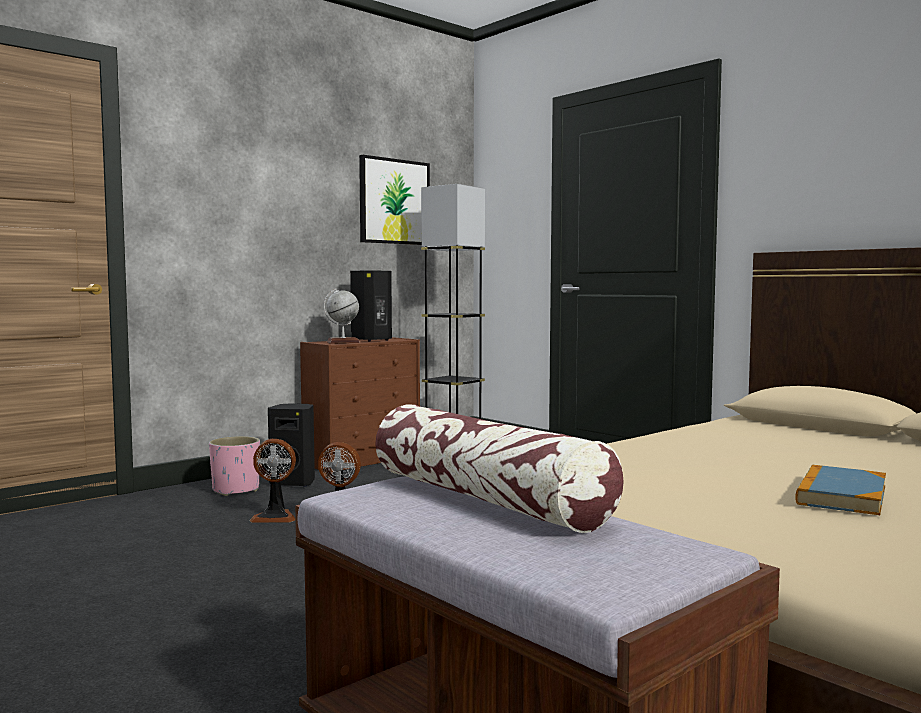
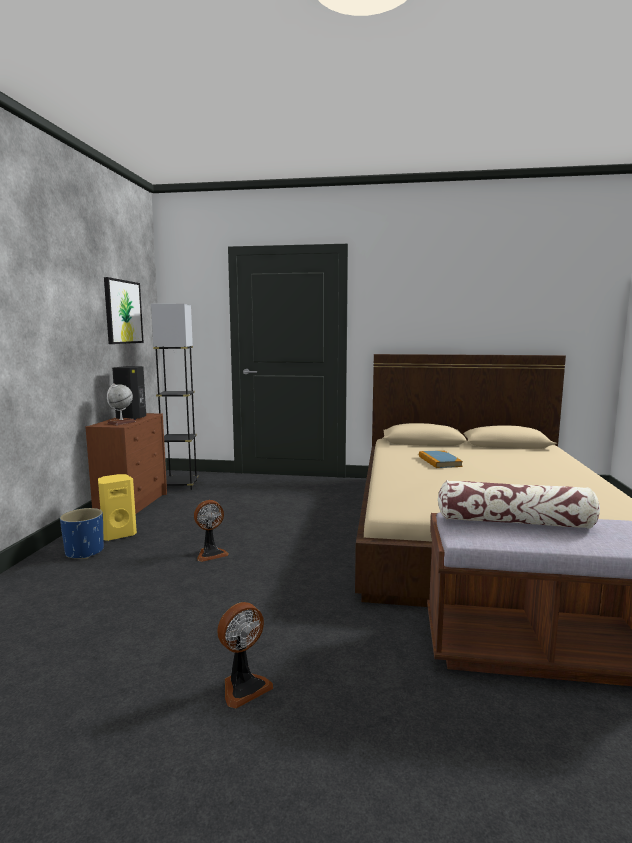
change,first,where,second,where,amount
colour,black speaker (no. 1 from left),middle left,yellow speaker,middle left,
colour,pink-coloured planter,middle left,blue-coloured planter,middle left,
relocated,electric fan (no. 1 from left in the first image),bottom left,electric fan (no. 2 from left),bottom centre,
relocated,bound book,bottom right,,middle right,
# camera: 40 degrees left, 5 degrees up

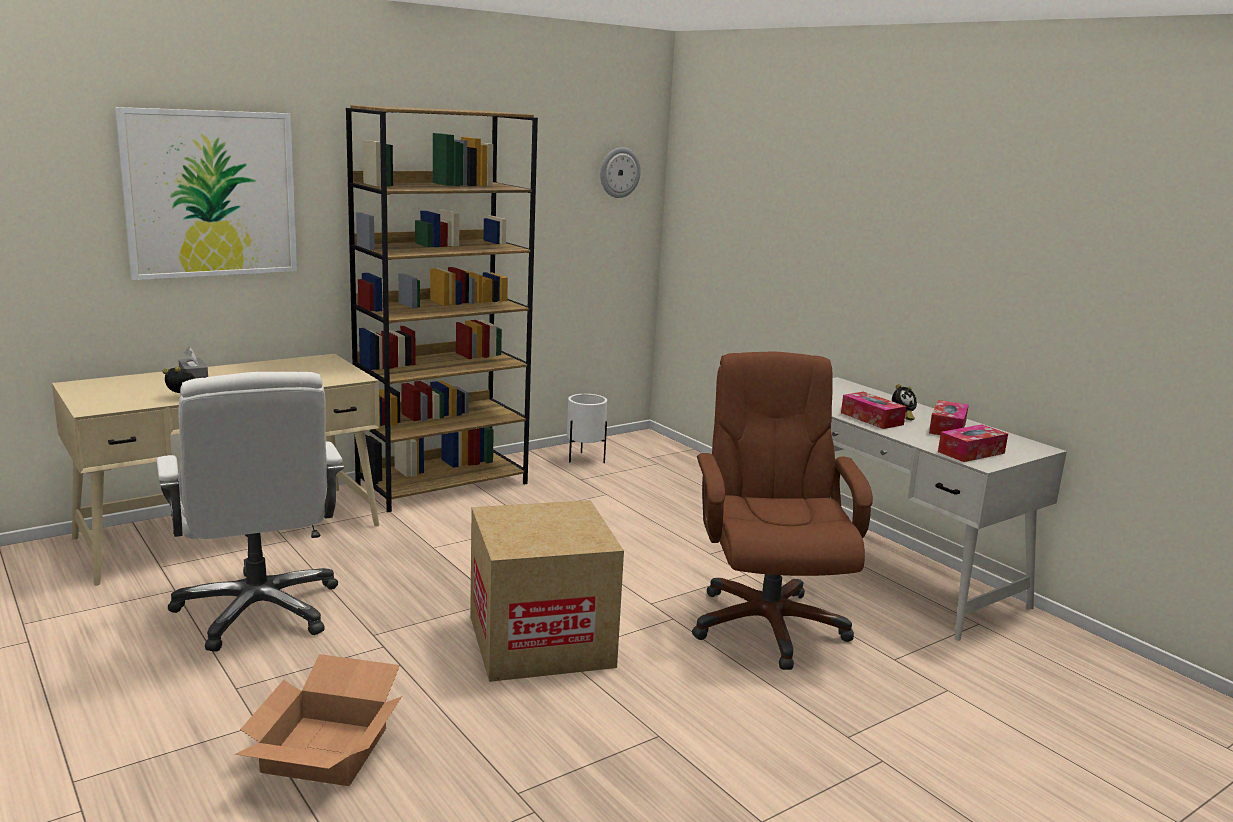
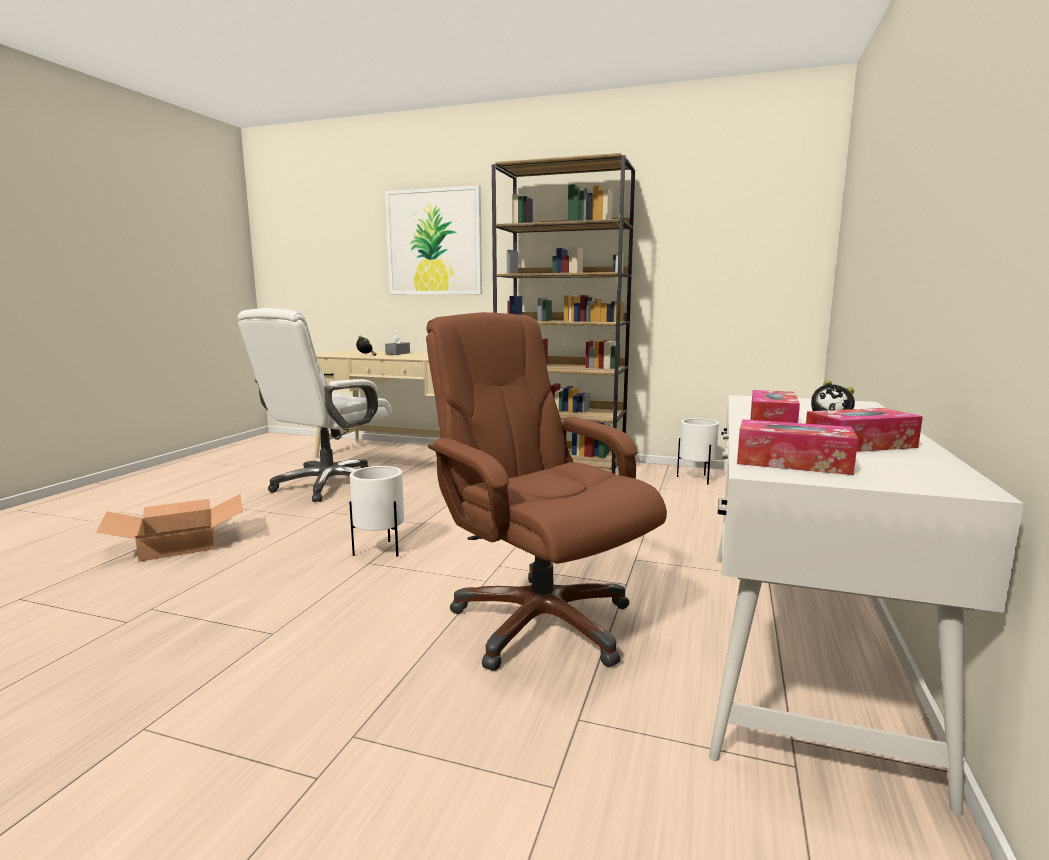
change,first,where,second,where,amount
missing,clock on the wall,top centre,,,
spun,brown-coloured computer chair,centre,,centre,90 degrees counterclockwise
exchanged,packing box (no. 2 from left),bottom centre,whitish planter (no. 1 from left),centre,
# camera: 55 degrees right, 5 degrees down

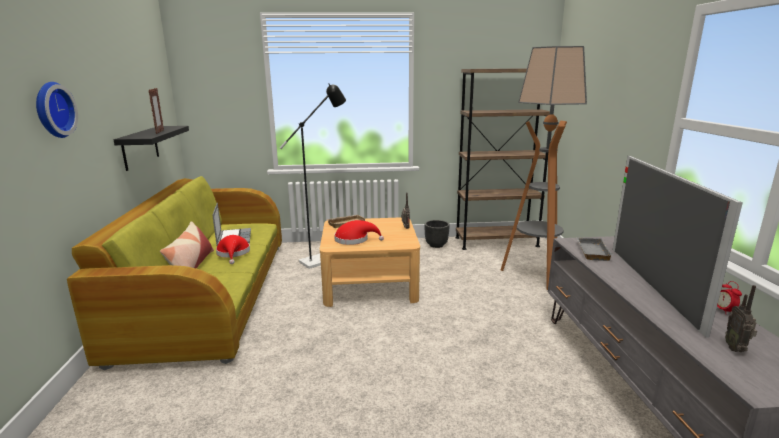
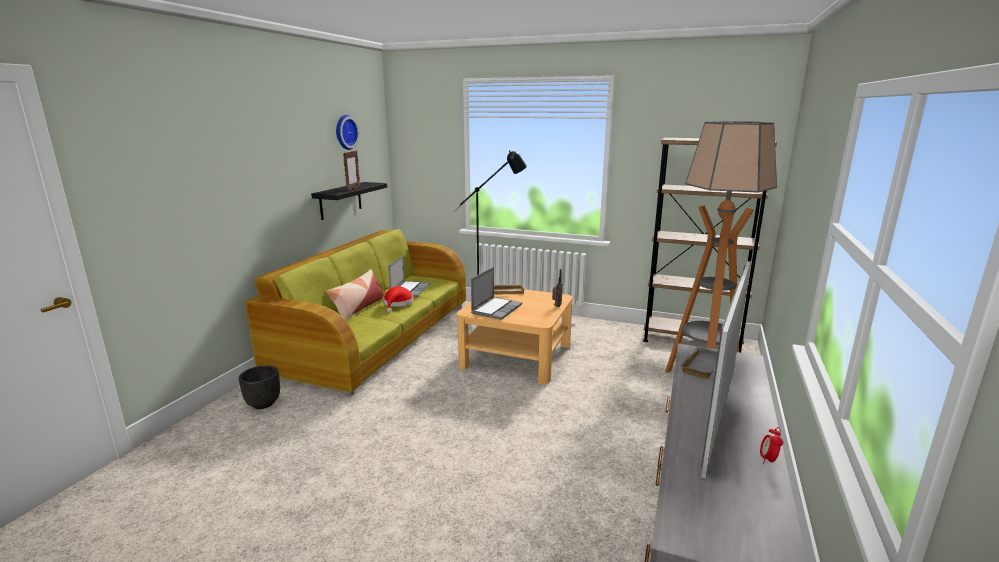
change,first,where,second,where,amount
relocated,clock on the wall,top left,,top centre,
exchanged,reddish hat (no. 2 from left),centre,laptop (no. 2 from left),centre,
relocated,black planter,centre,,bottom left,
missing,radio (no. 2 from left),bottom right,,,
# camera: 25 degrees right, 0 degrees up

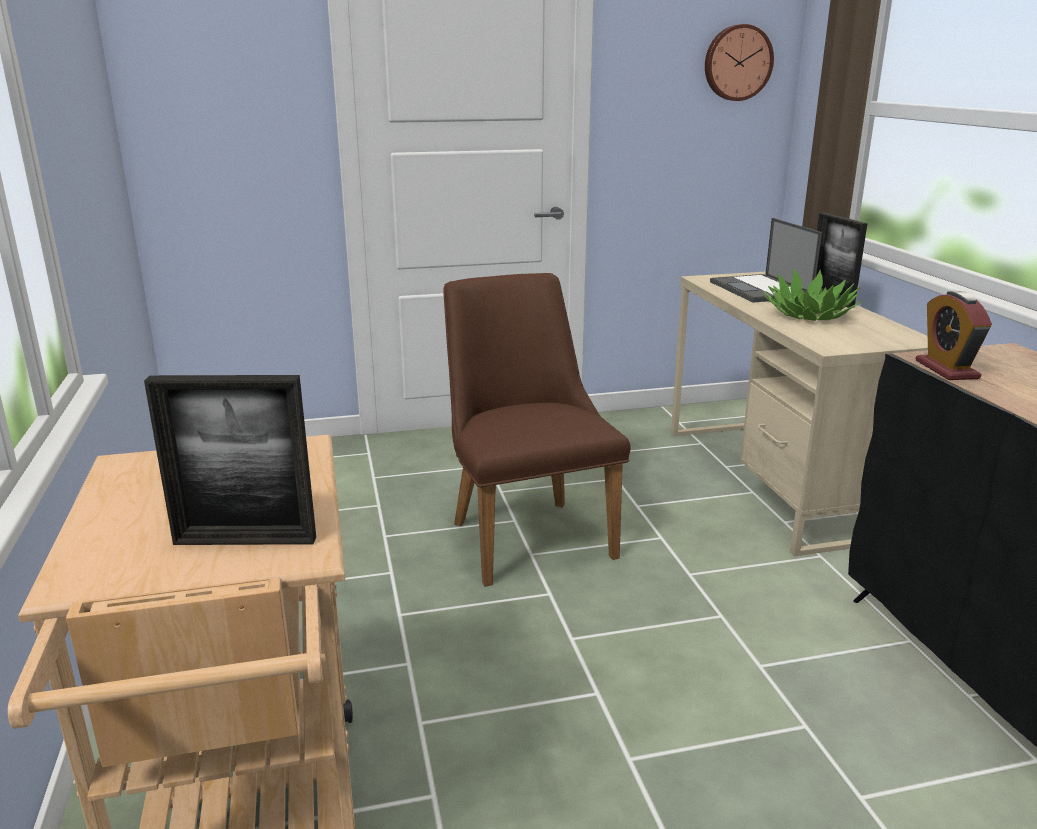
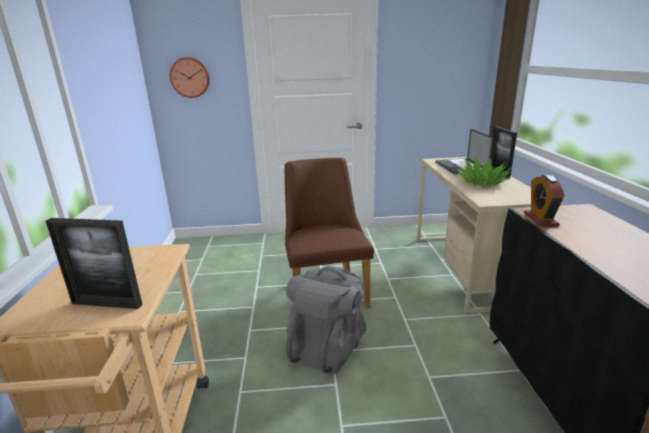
change,first,where,second,where,amount
relocated,clock on the wall,top right,,top left,
appeared,,,gray rucksack,bottom centre,
# camera: 10 degrees right, 0 degrees up

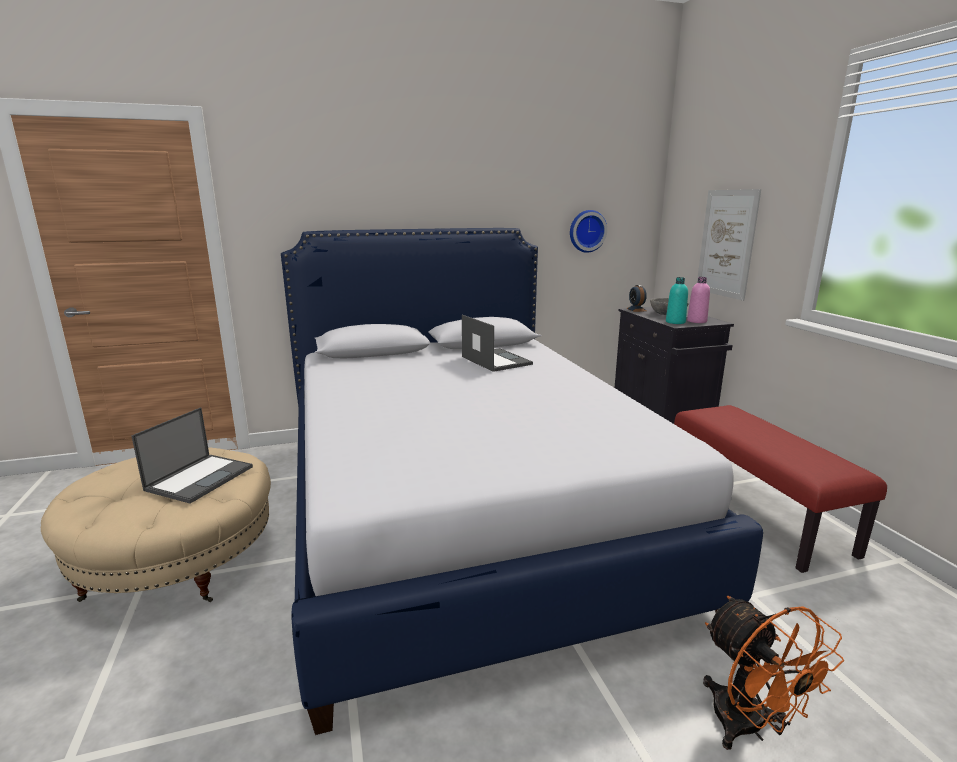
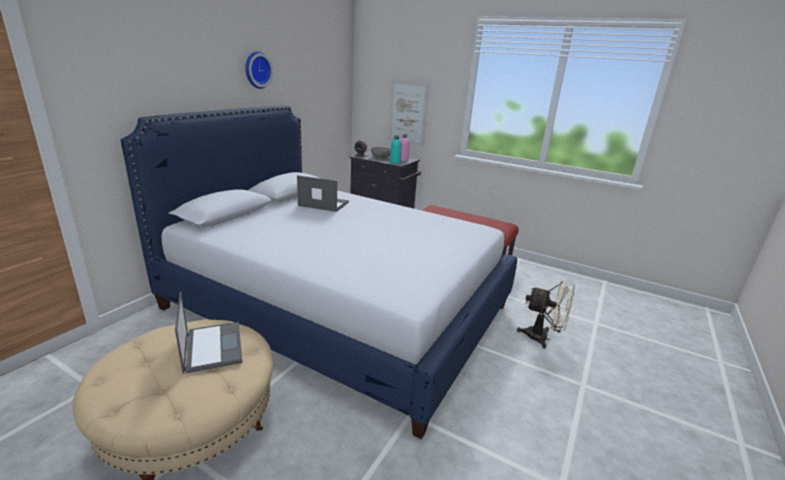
change,first,where,second,where,amount
relocated,clock on the wall,top centre,,top left,
colour,orange-coloured electric fan,bottom right,beige electric fan,middle right,
# camera: 45 degrees left, 5 degrees up

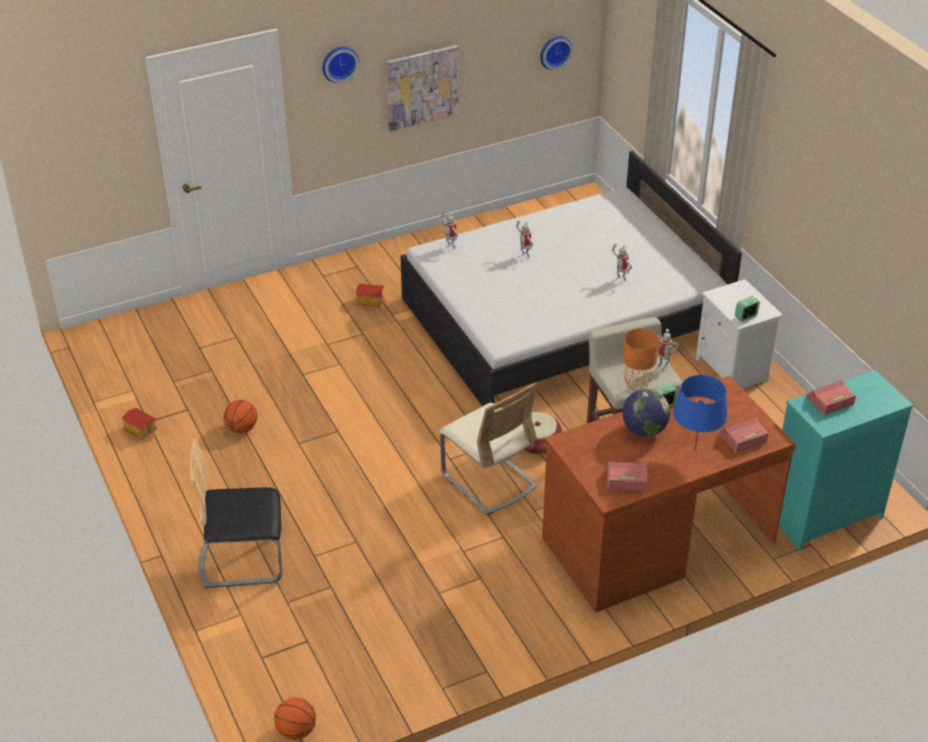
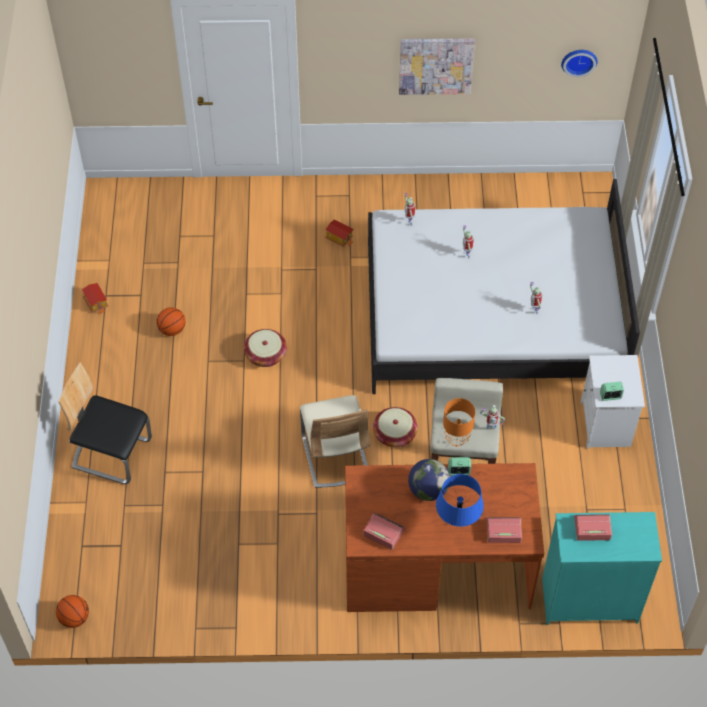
change,first,where,second,where,amount
missing,clock on the wall (no. 1 from left),top centre,,,
appeared,,,storage basket (no. 1 from left),centre,
# camera: 25 degrees right, 15 degrees up

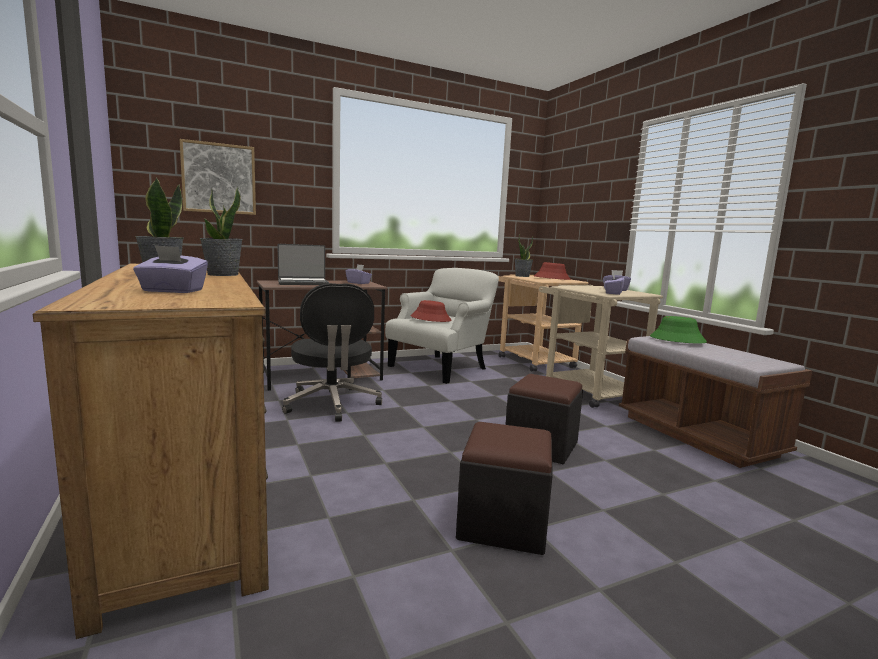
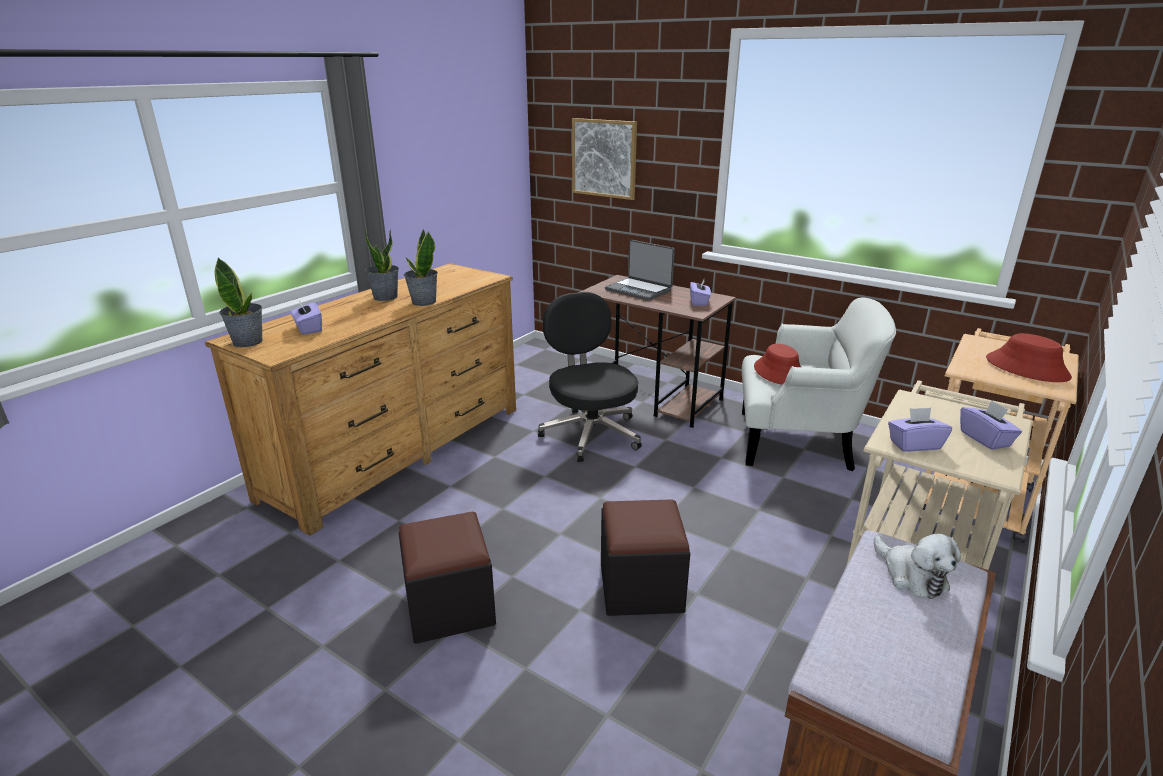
change,first,where,second,where,amount
relocated,potted plant (no. 3 from left in the first image),centre,potted plant (no. 1 from left),middle left,
spun,black computer chair,centre,,centre,120 degrees clockwise
exchanged,green hat,middle right,plush toy,bottom right,
# camera: 60 degrees right, 15 degrees up

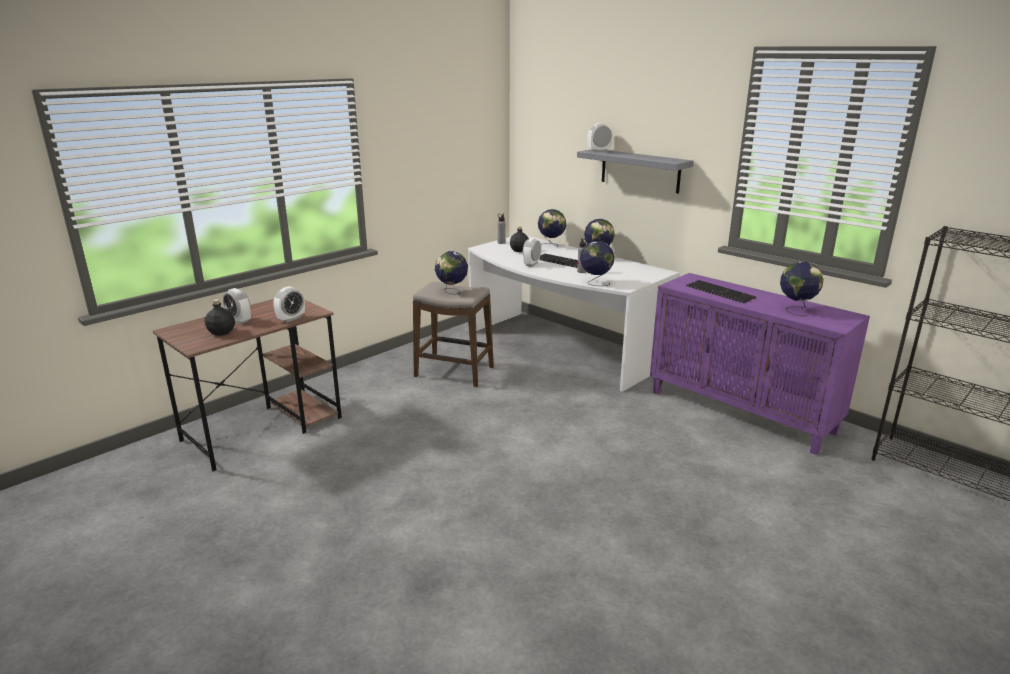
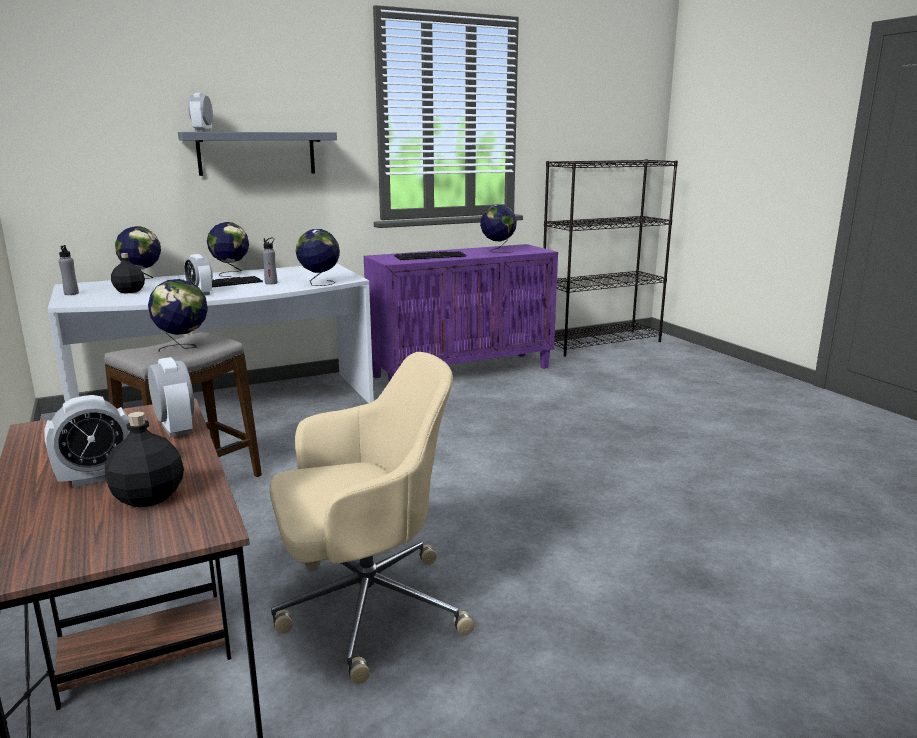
change,first,where,second,where,amount
appeared,,,beige computer chair,bottom centre,
# camera: 70 degrees left, 5 degrees down

